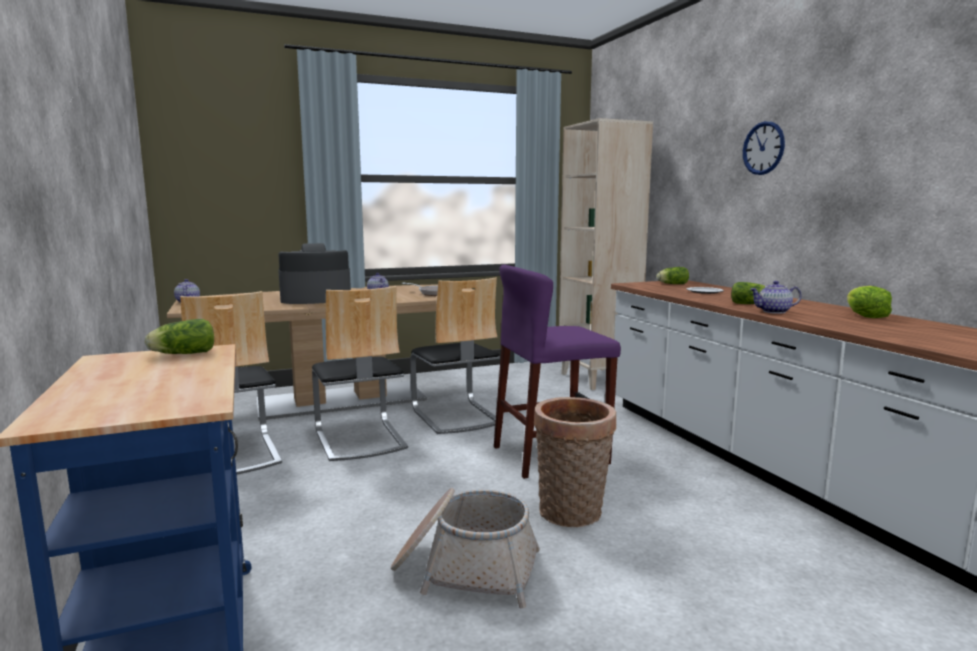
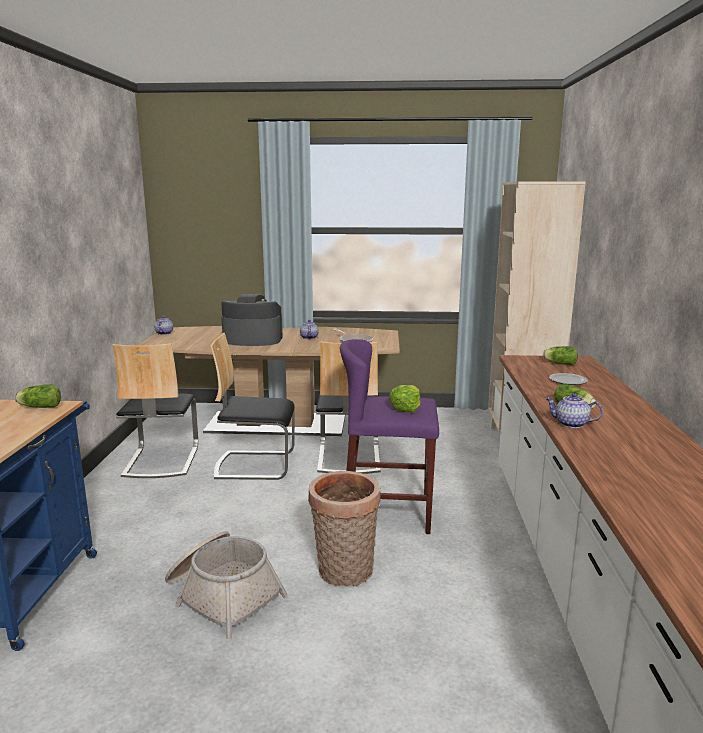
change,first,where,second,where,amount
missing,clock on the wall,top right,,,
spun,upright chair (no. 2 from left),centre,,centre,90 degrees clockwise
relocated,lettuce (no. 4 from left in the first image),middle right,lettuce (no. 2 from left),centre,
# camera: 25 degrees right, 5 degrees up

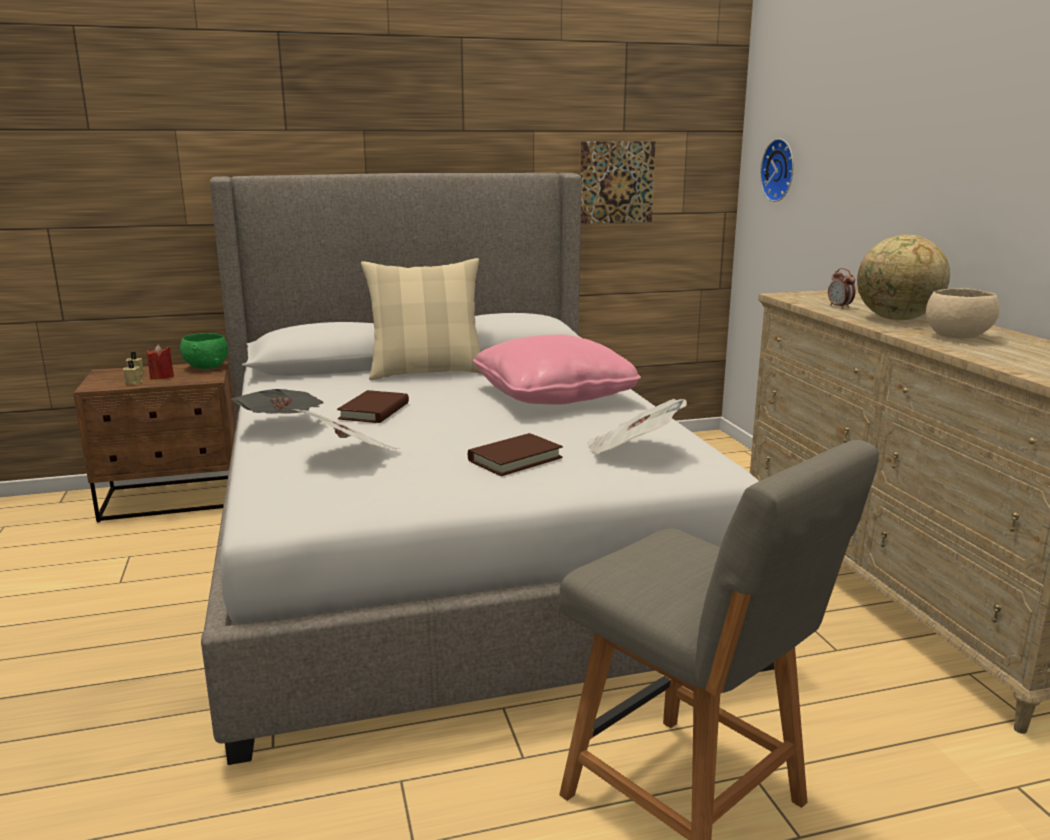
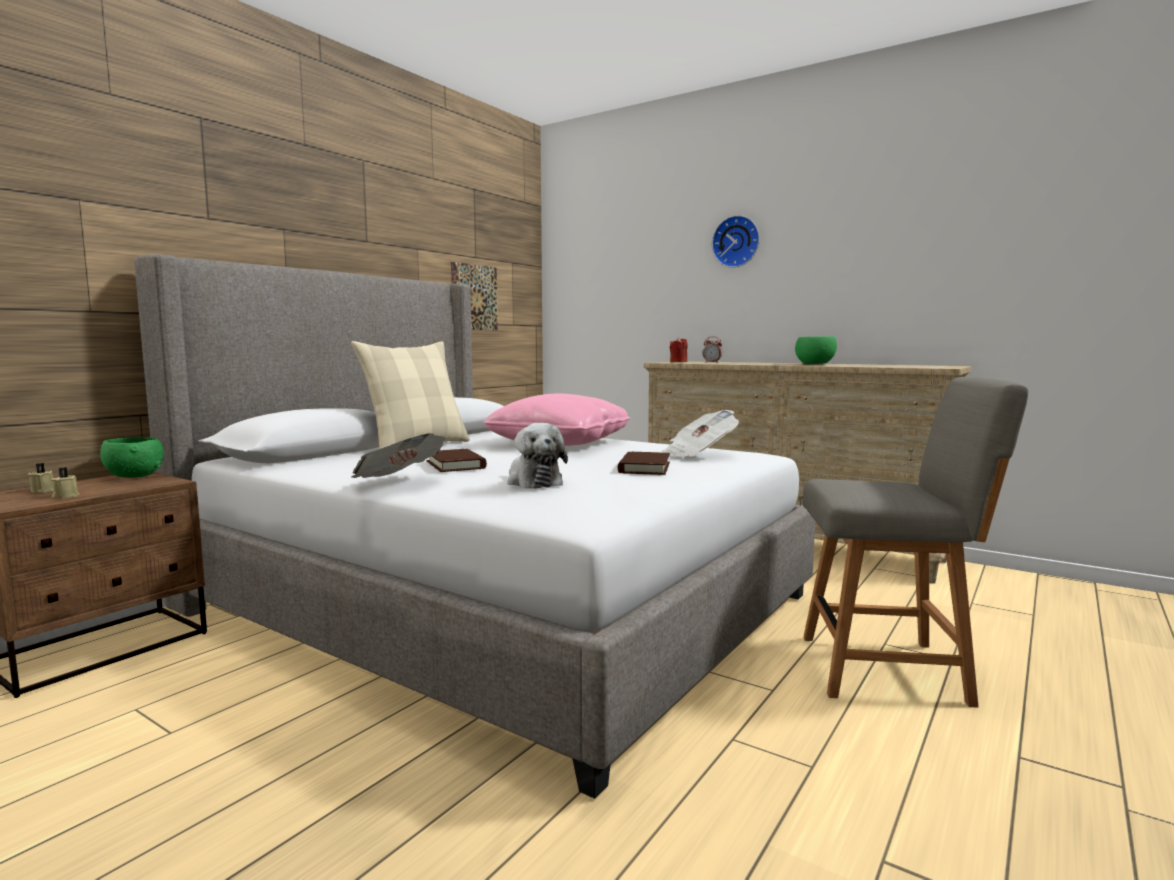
change,first,where,second,where,amount
relocated,clock on the wall,top right,,top centre,
missing,world globe,top right,,,
colour,beige serving bowl,middle right,green serving bowl (no. 2 from left),middle right,
relocated,reddish wax light,middle left,,centre,
exchanged,daily paper (no. 2 from left),middle left,plush toy,centre,
# camera: 40 degrees left, 10 degrees down

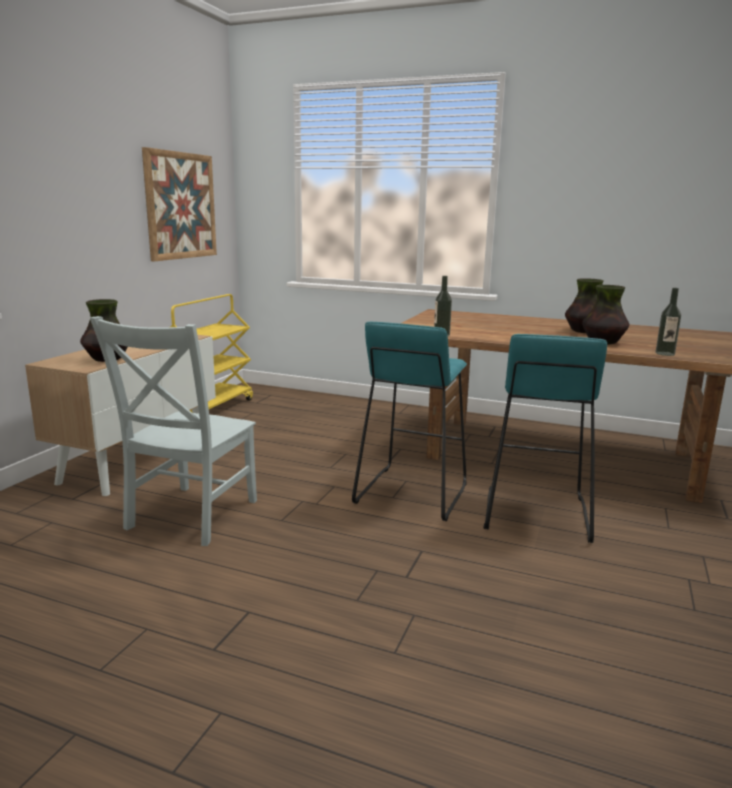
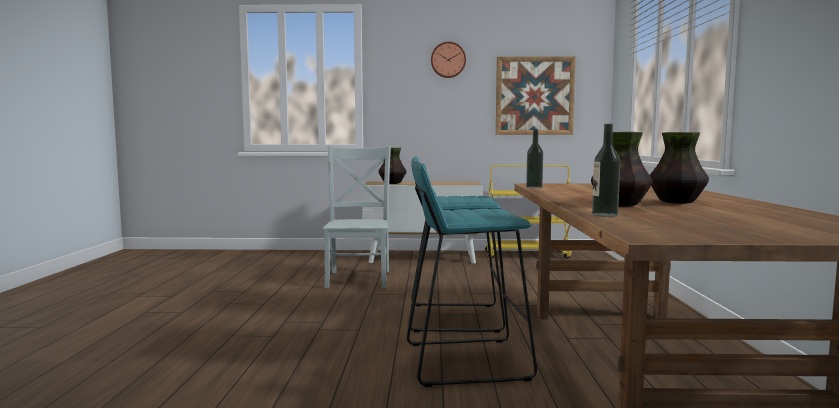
change,first,where,second,where,amount
spun,gray upright chair,middle left,,centre,90 degrees clockwise
appeared,,,clock on the wall,top centre,
# camera: 70 degrees right, 10 degrees down

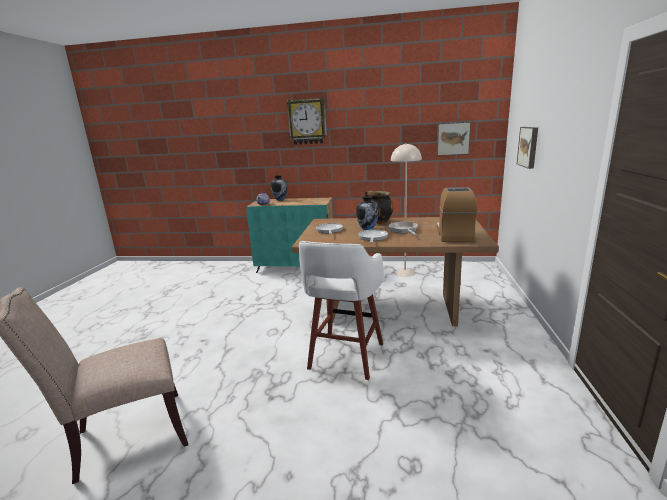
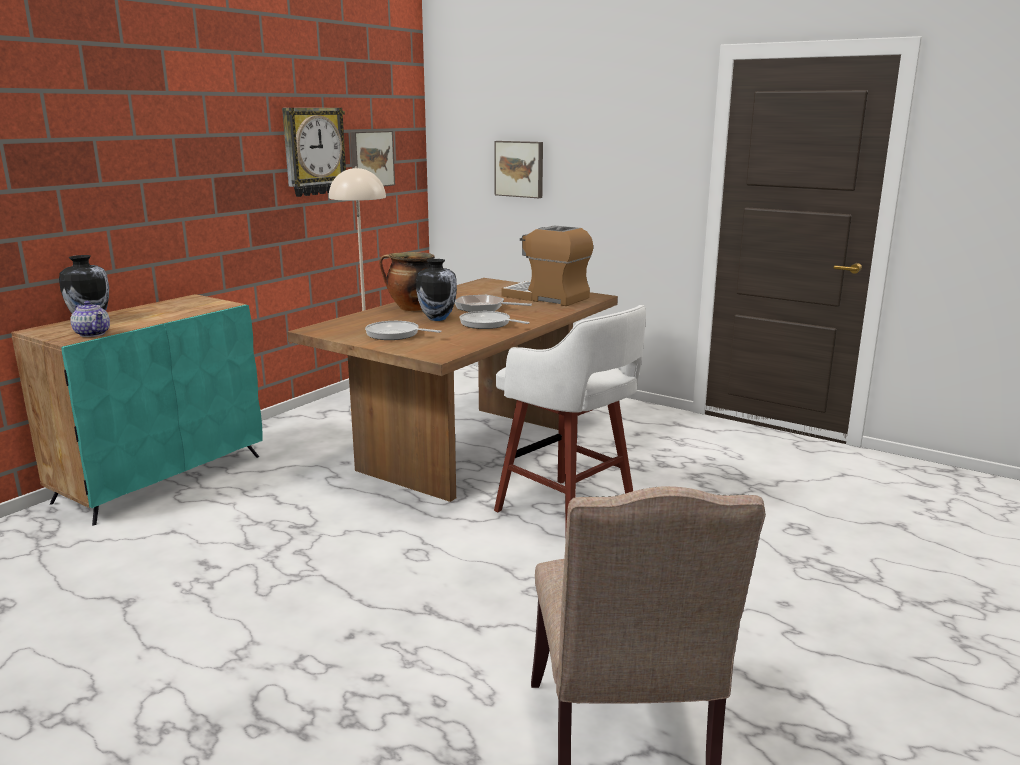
change,first,where,second,where,amount
relocated,clock on the wall,top centre,,top left,
# camera: 65 degrees left, 0 degrees up

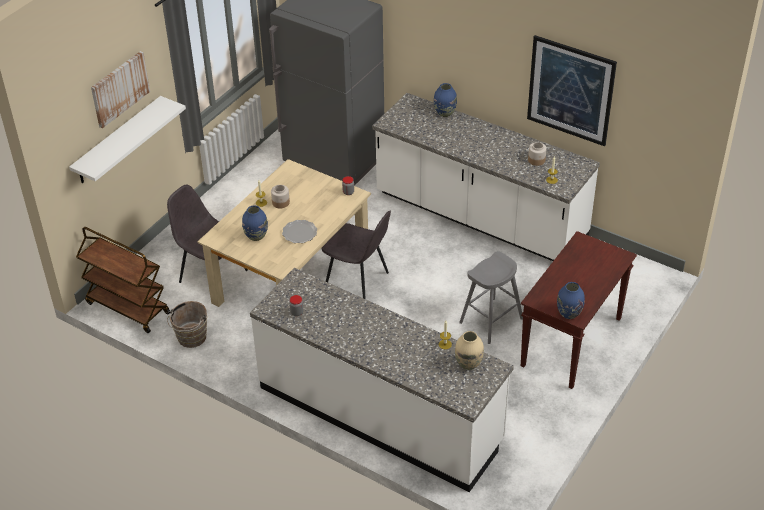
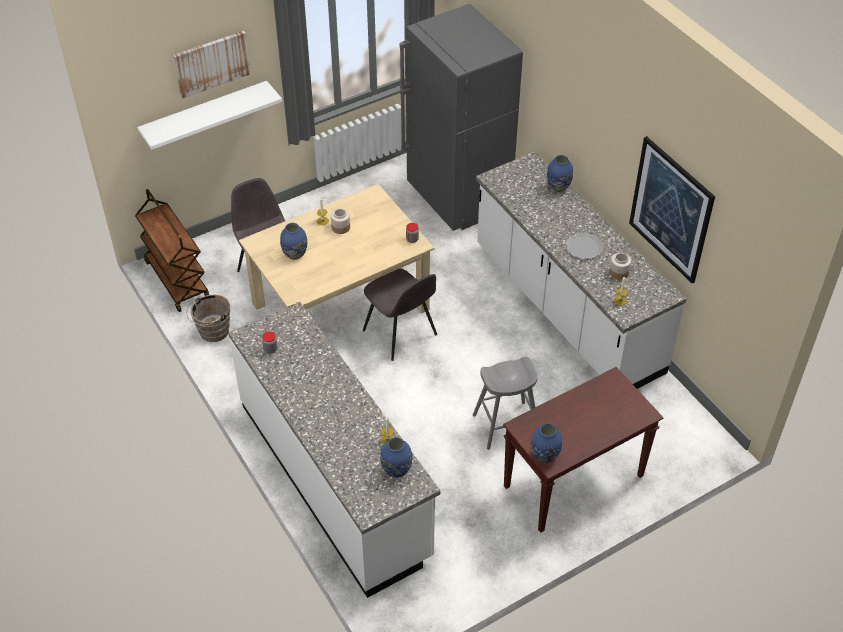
change,first,where,second,where,amount
relocated,flat dish,centre,,middle right,
colour,beige flower vase,bottom centre,blue-coloured flower vase (no. 2 from left),bottom centre,
# camera: 25 degrees right, 5 degrees up

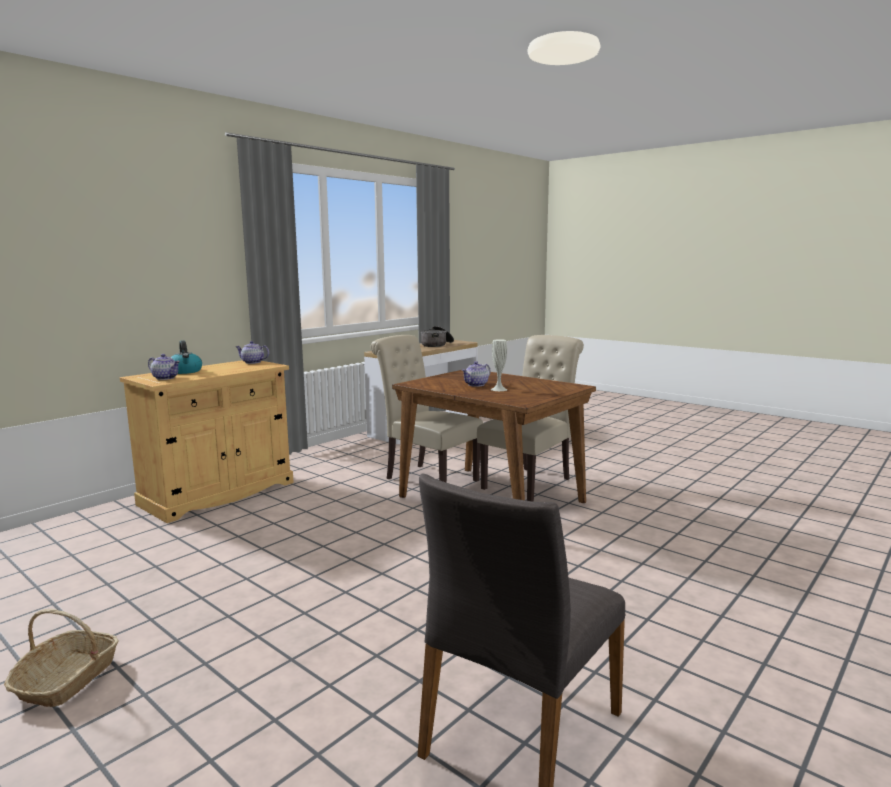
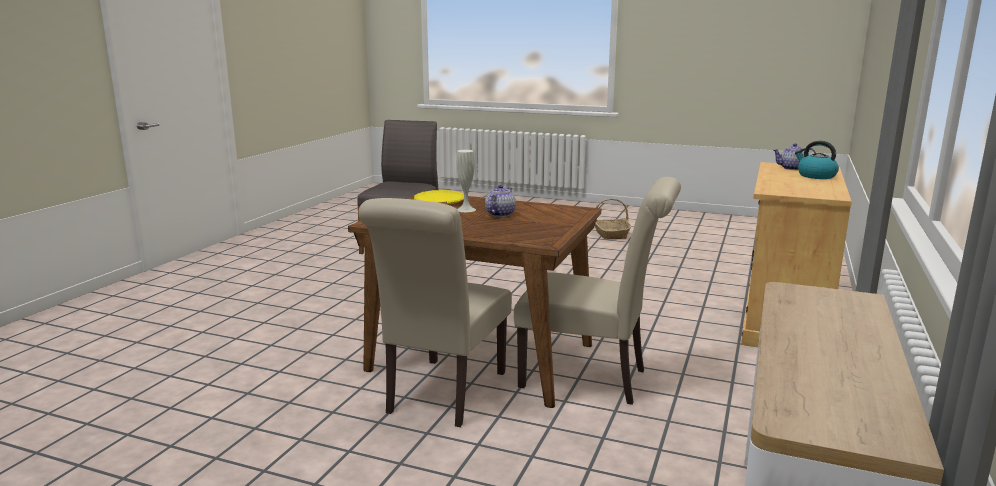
change,first,where,second,where,amount
missing,stockpot,centre,,,
missing,pot for tea (no. 2 from left),middle left,,,
appeared,,,yellow flat dish,centre,
# camera: 160 degrees right, 5 degrees up

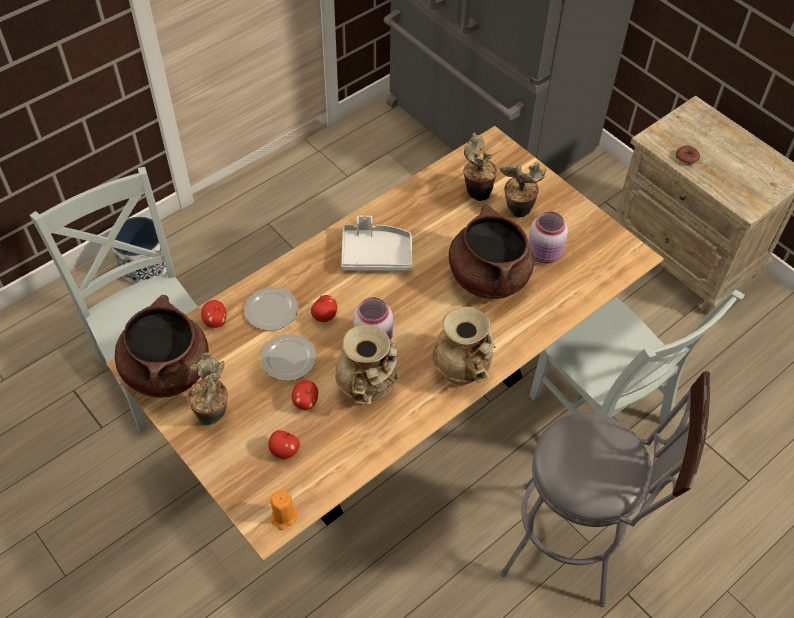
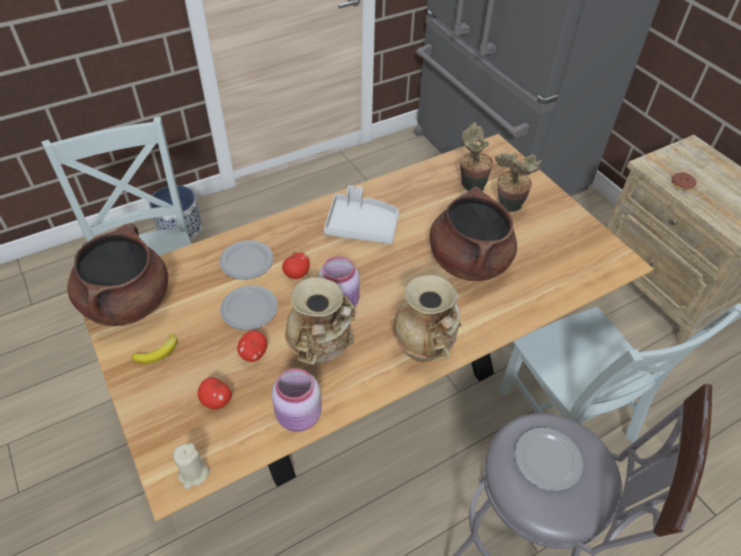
change,first,where,second,where,amount
relocated,pink-coloured storage jar (no. 2 from left in the first image),middle right,pink-coloured storage jar (no. 1 from left),bottom centre,
missing,apple (no. 1 from left),middle left,,,
exchanged,potted plant (no. 1 from left),middle left,banana,middle left,
colour,orange-coloured wax light,bottom centre,beige wax light,bottom left,
appeared,,,flat dish (no. 3 from left),bottom right,
# camera: 10 degrees right, 5 degrees down

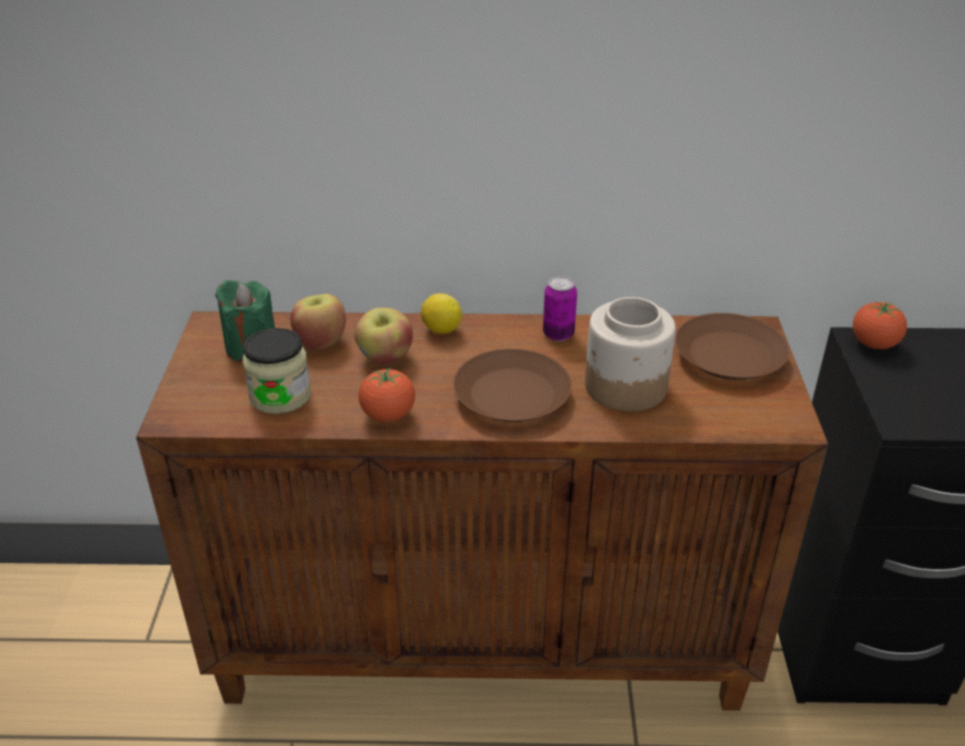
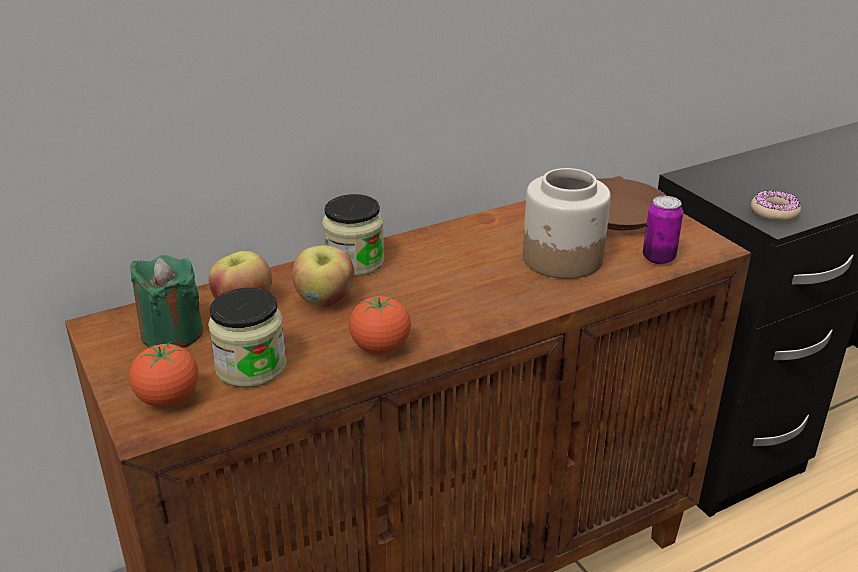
change,first,where,second,where,amount
relocated,sealed can,centre,,middle right,
exchanged,whole lemon,centre,storage jar (no. 2 from left),centre,
relocated,whole tomato (no. 2 from left in the first image),middle right,whole tomato (no. 1 from left),middle left,
missing,brown-coloured flat dish (no. 1 from left),centre,,,
appeared,,,ring doughnut,middle right,
# camera: 30 degrees left, 5 degrees down

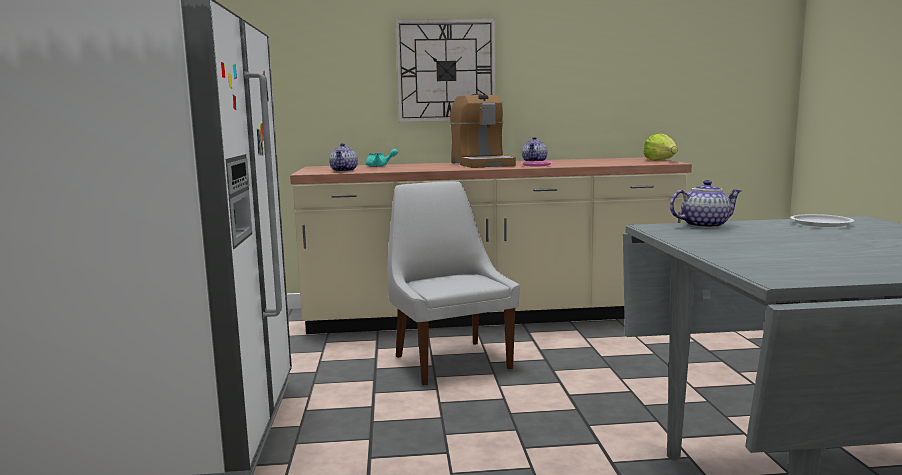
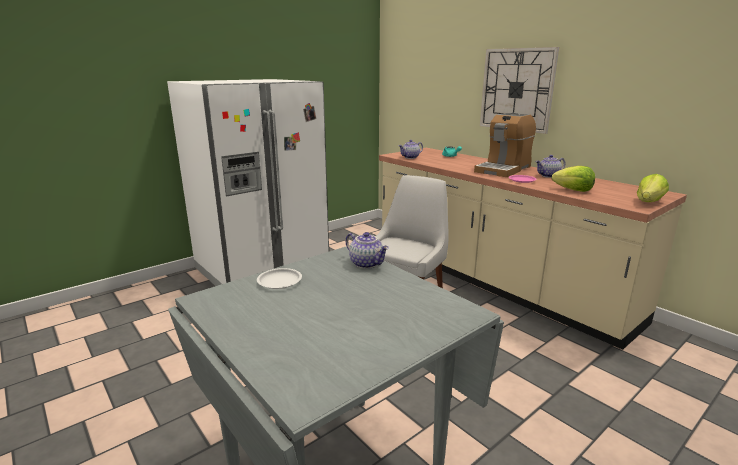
change,first,where,second,where,amount
relocated,whitish flat dish,middle right,,centre,
appeared,,,lettuce (no. 1 from left),middle right,
# camera: 55 degrees right, 10 degrees up

